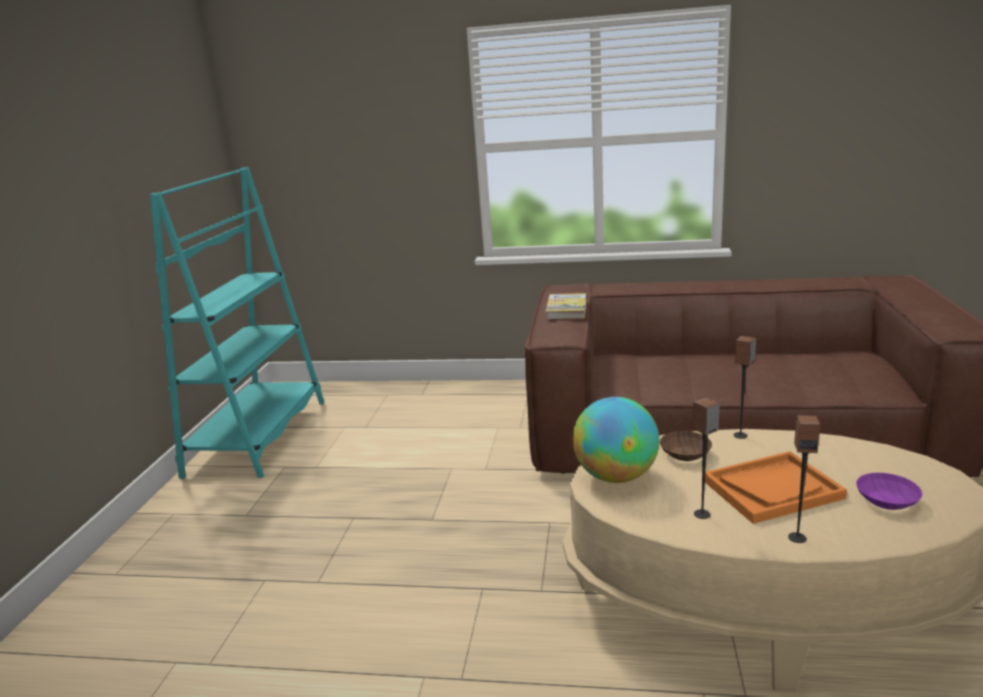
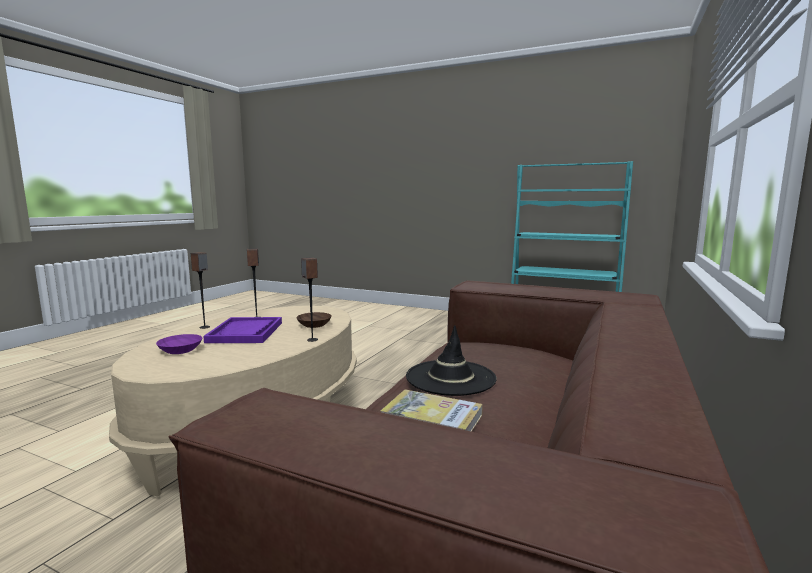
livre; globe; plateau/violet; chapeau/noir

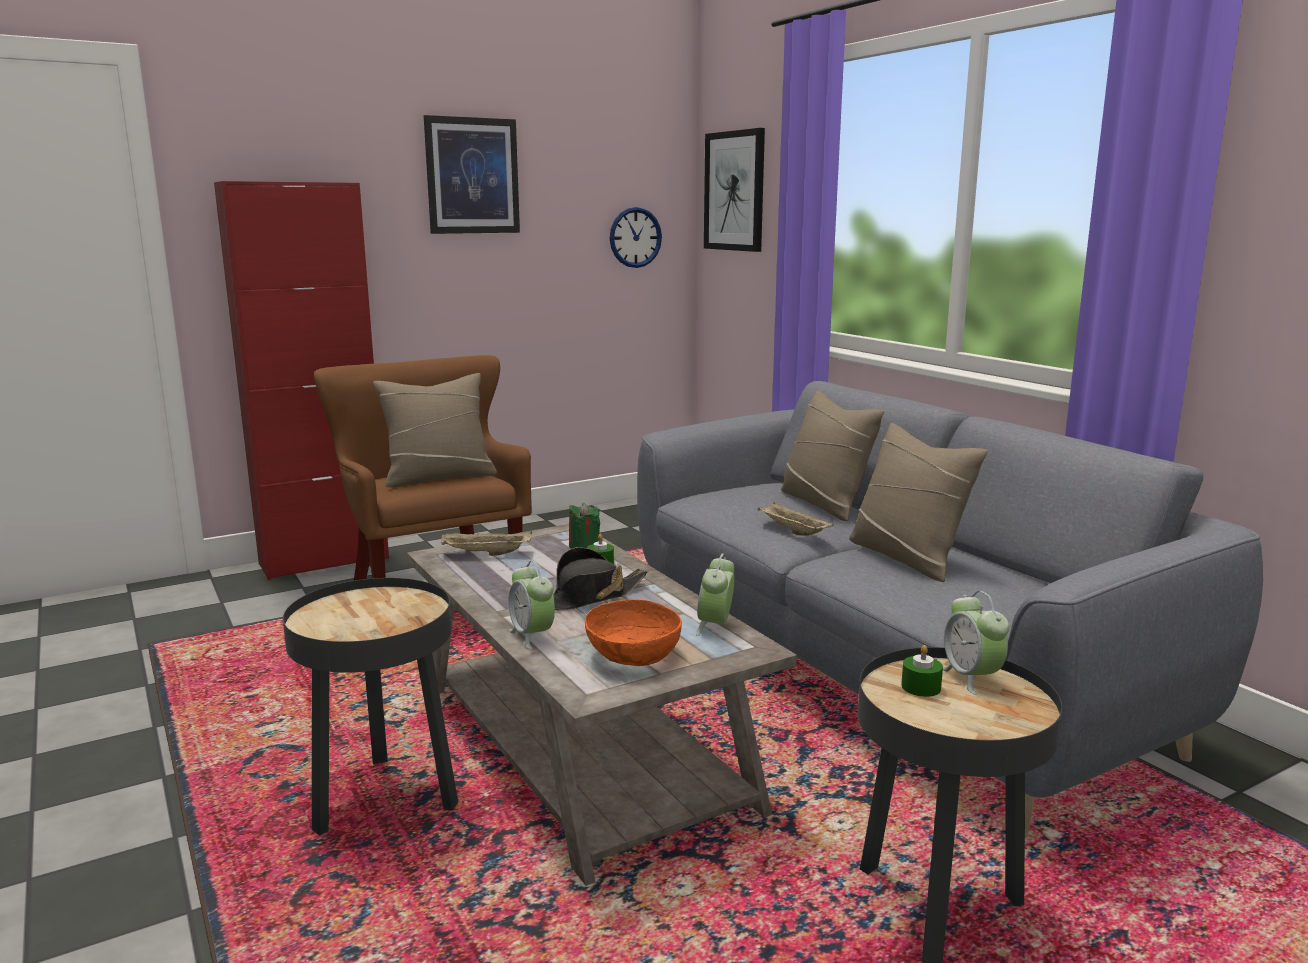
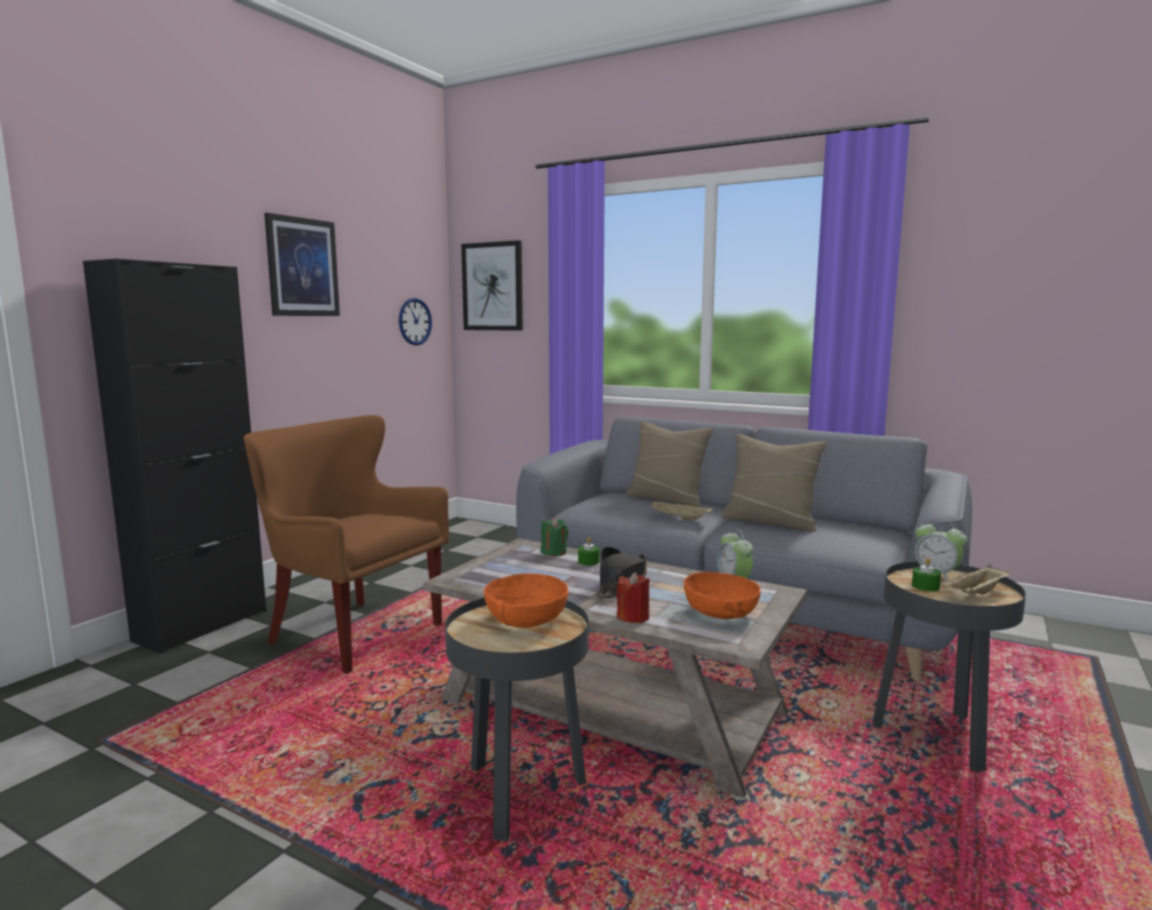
meuble de rangement/noir; coussin/beige (1st from left in the first image); plateau/beige (2nd from left); bougie/rouge; bol/orange (1st from left)

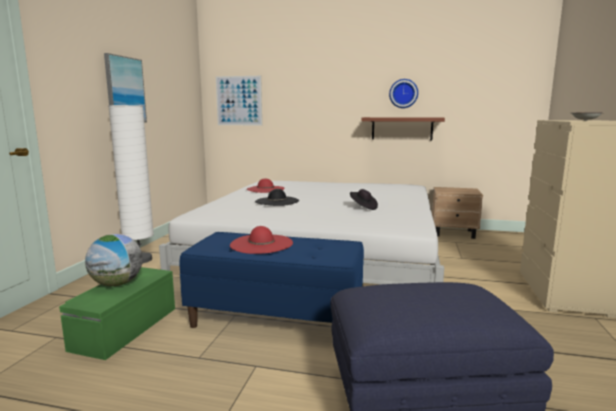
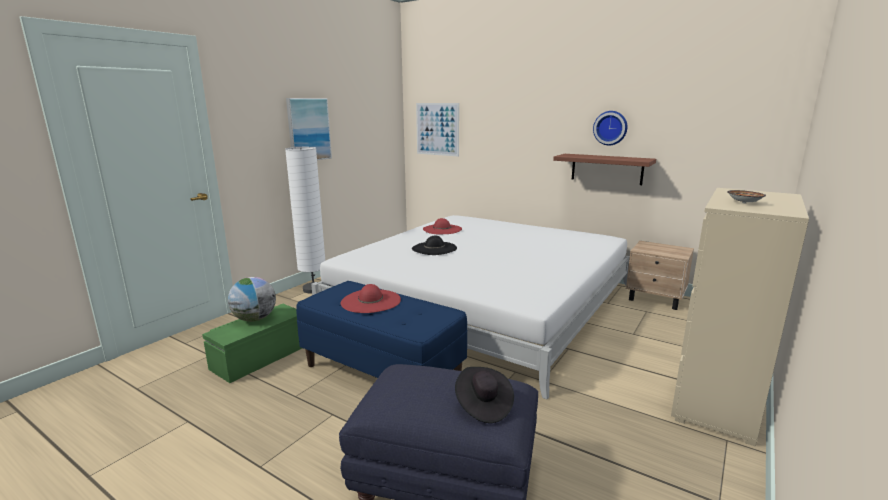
chapeau/noir (2nd from left)

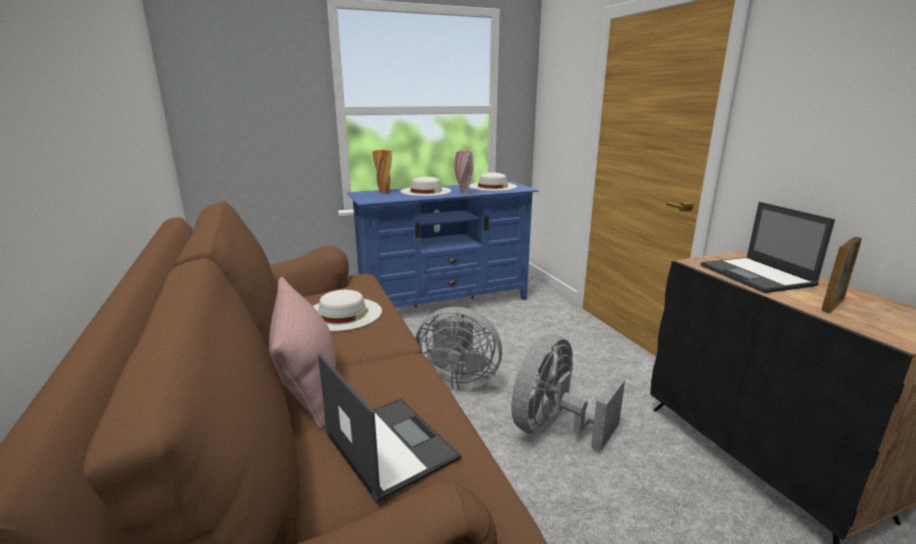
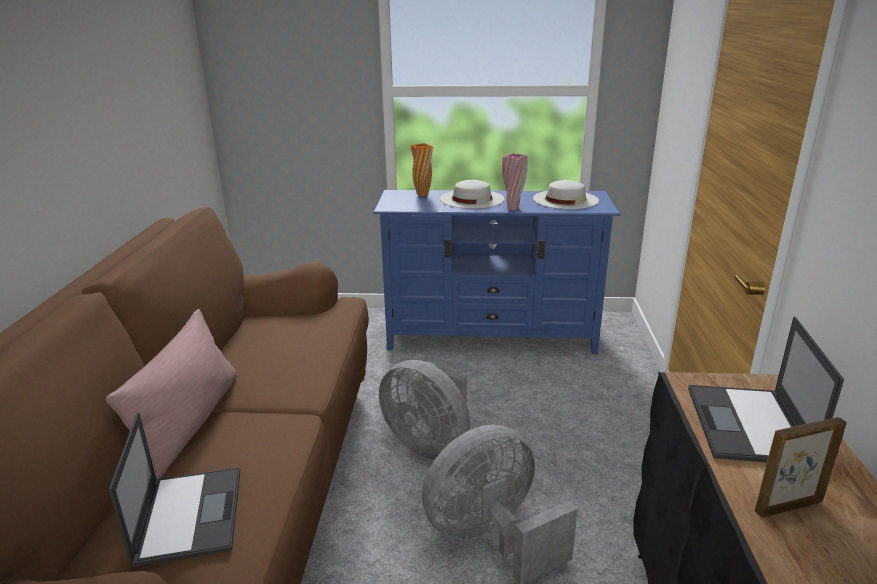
chapeau/blanc (1st from left in the first image)

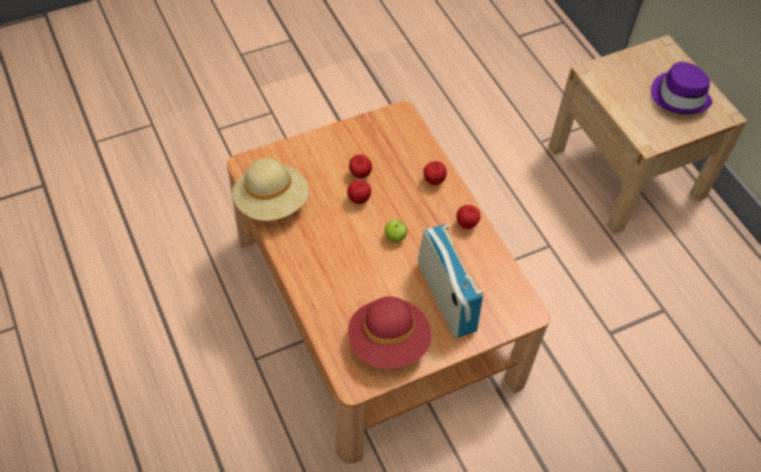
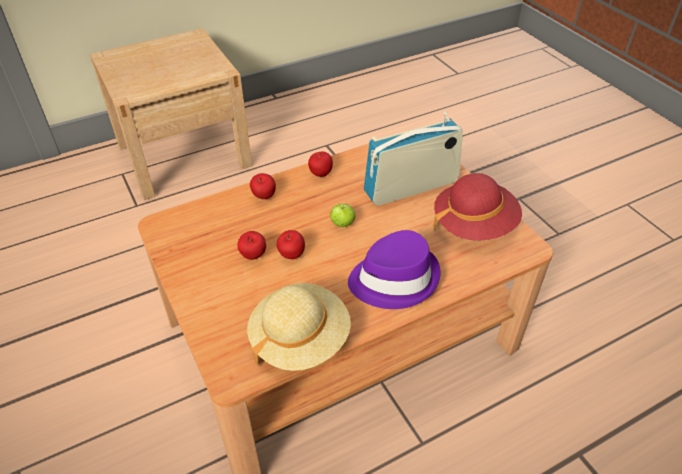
chapeau/violet

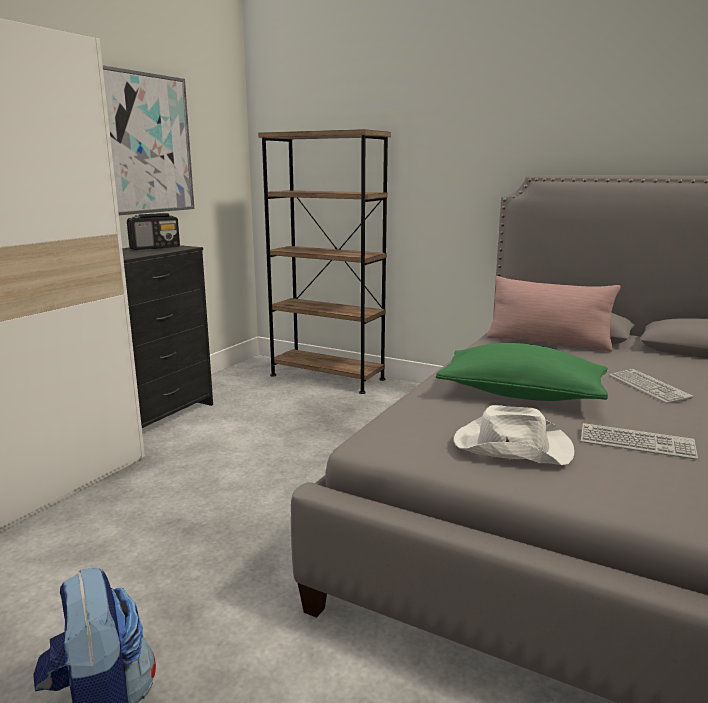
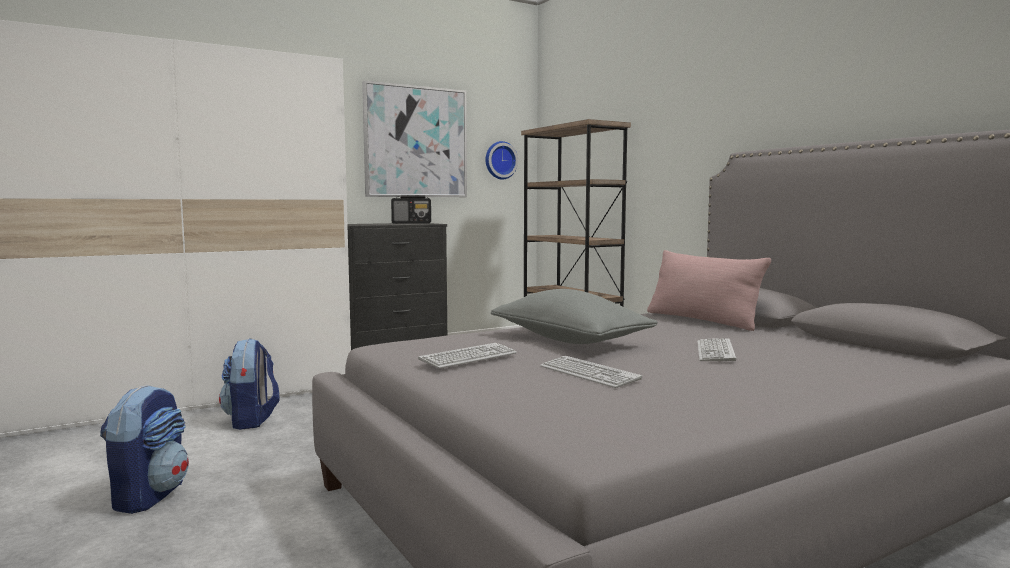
coussin/gris; clavier (1st from left); sac à dos (2nd from left); horloge murale

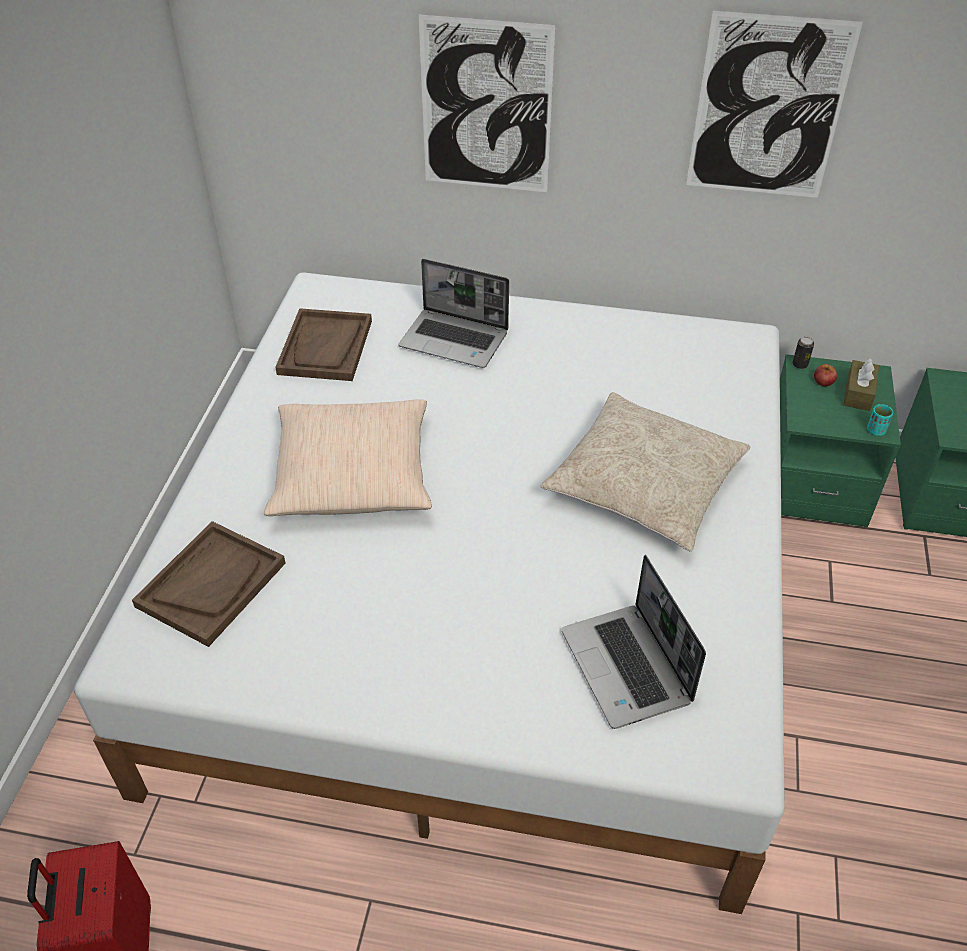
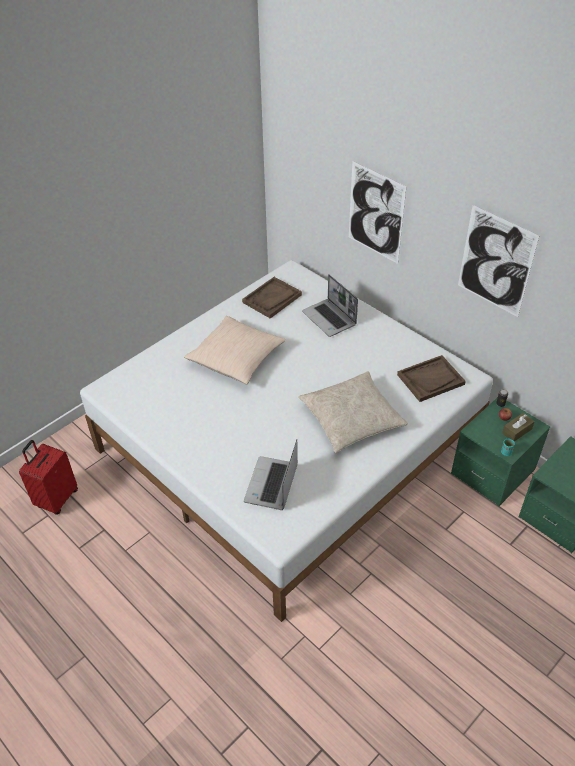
plateau/marron (2nd from left)

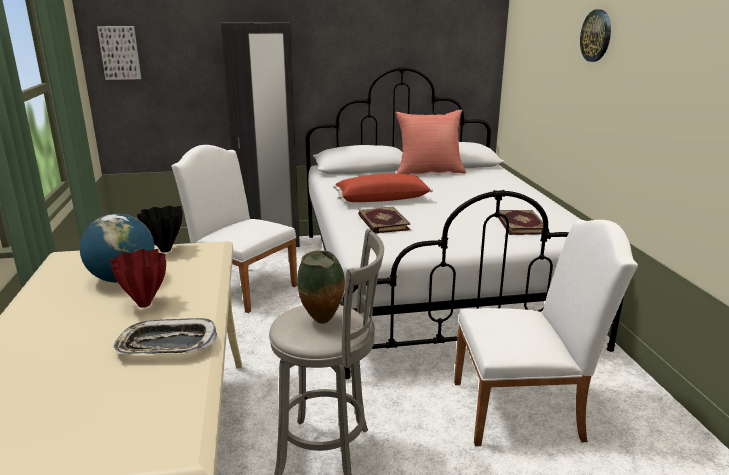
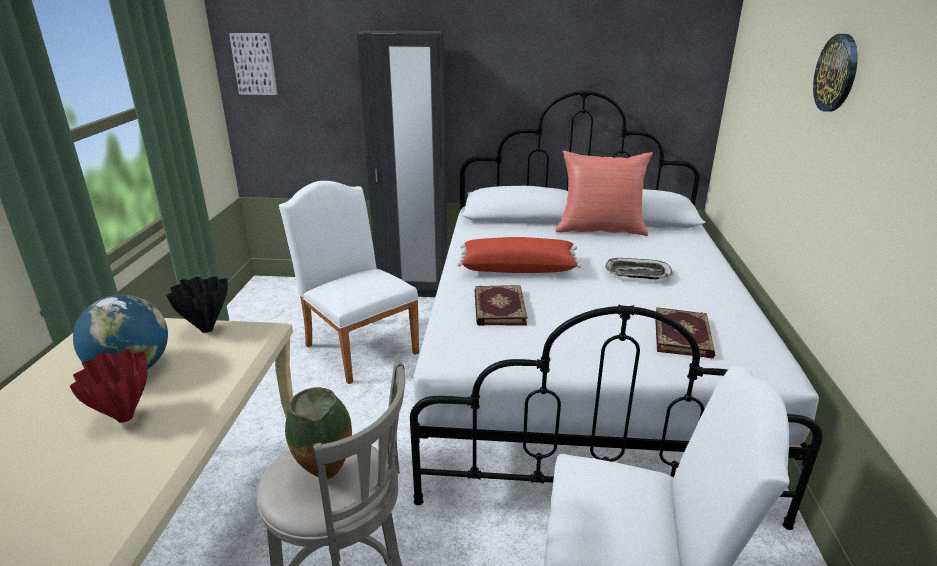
plateau

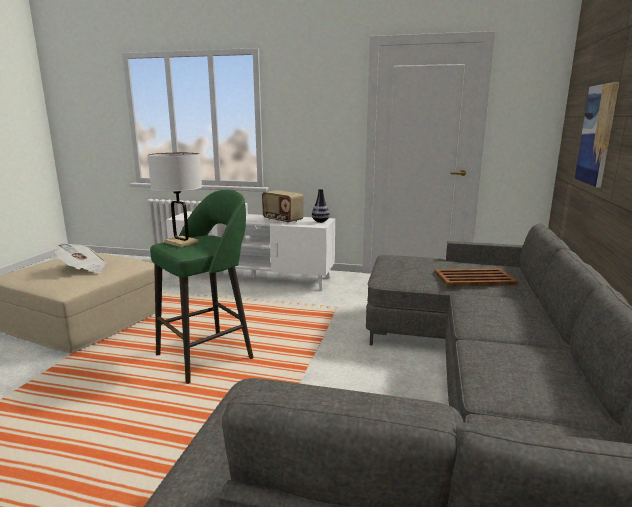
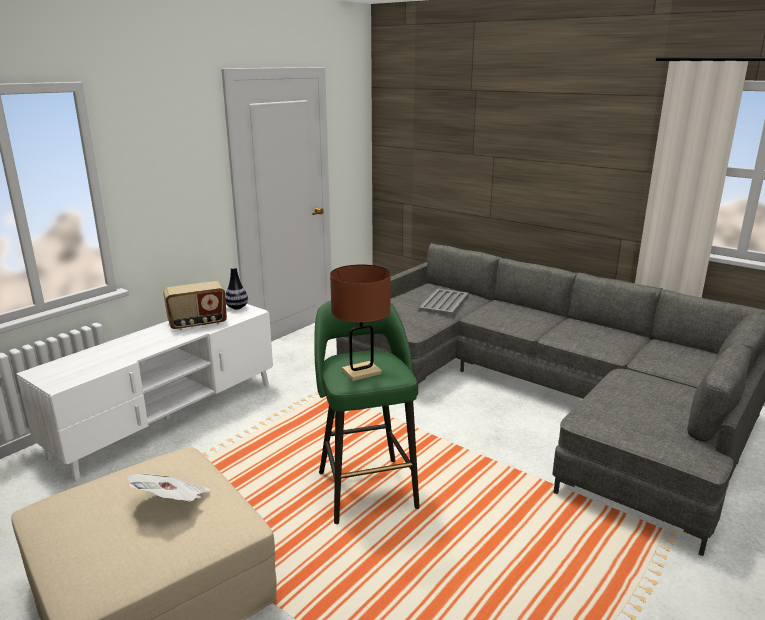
lampe de table/marron; plateau/gris; tableau

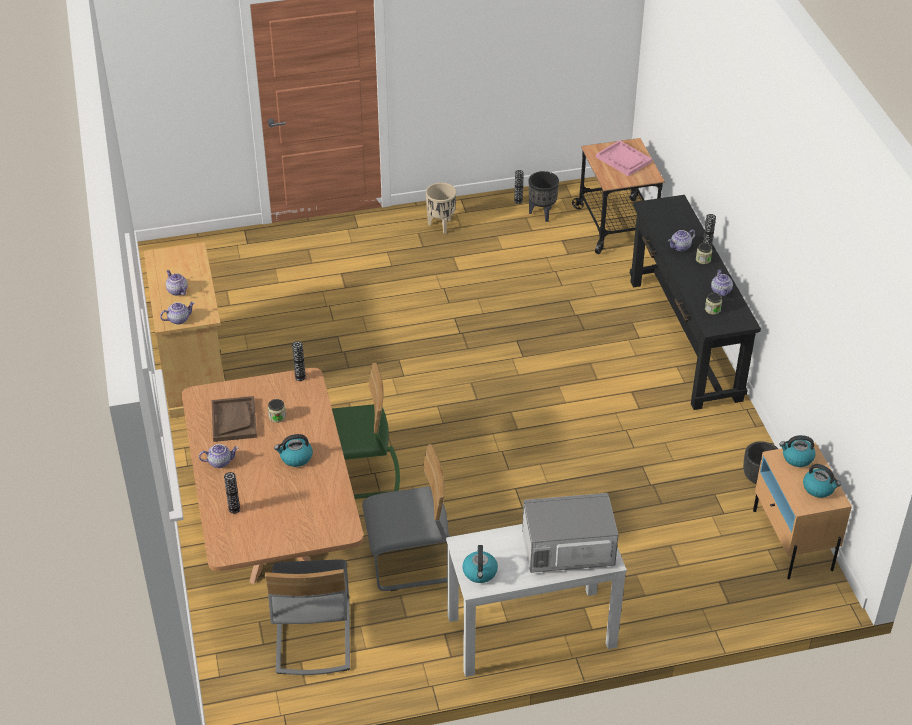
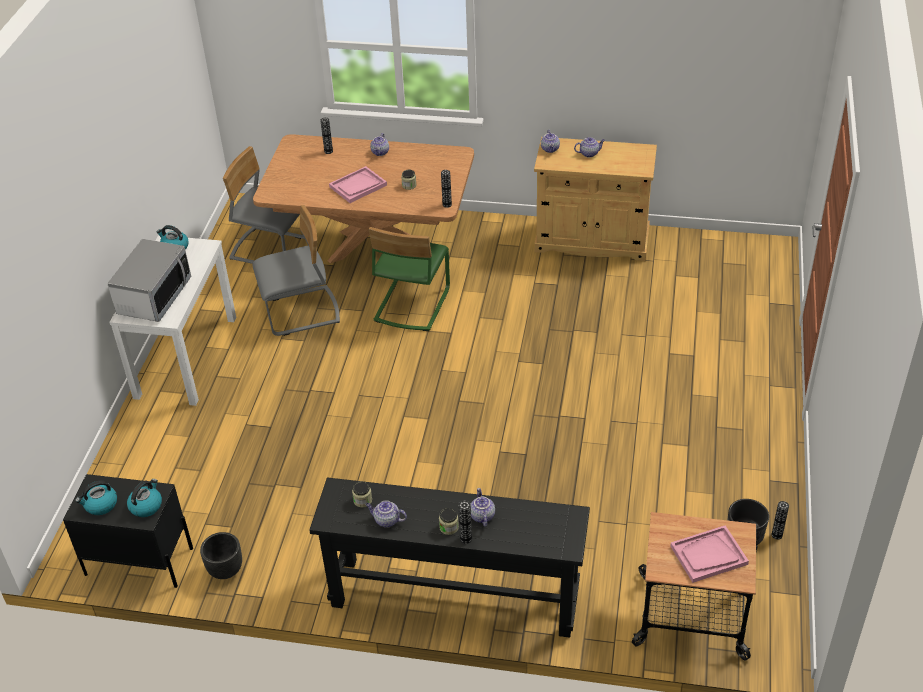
plateau/marron; plateau/rose (1st from left); chaise/gris (2nd from left); cache-pot/beige; table de chevet/noir

